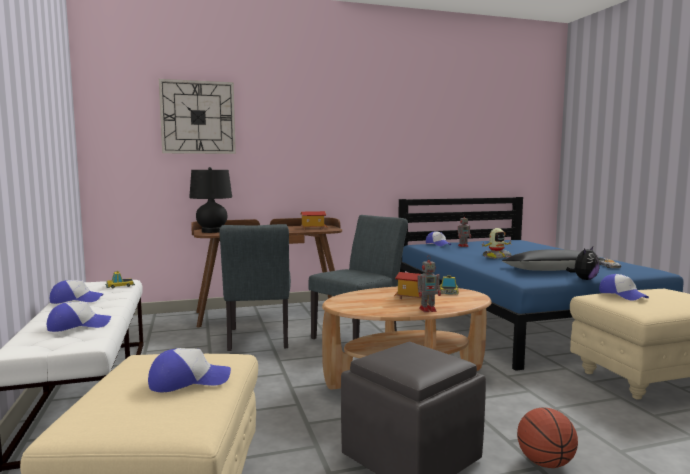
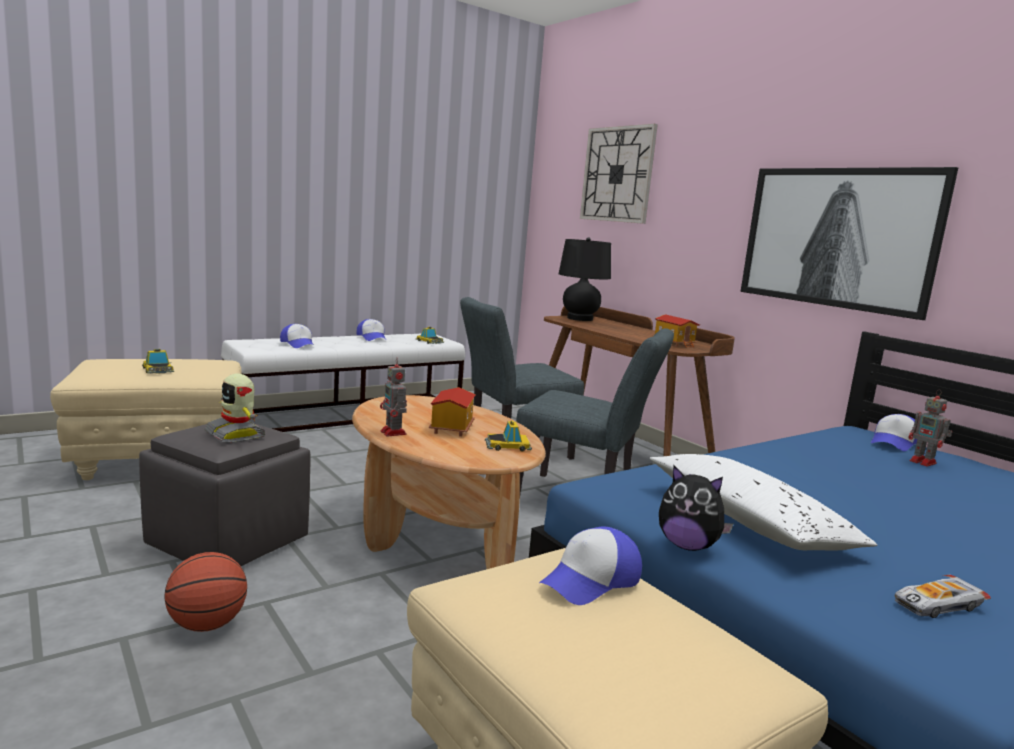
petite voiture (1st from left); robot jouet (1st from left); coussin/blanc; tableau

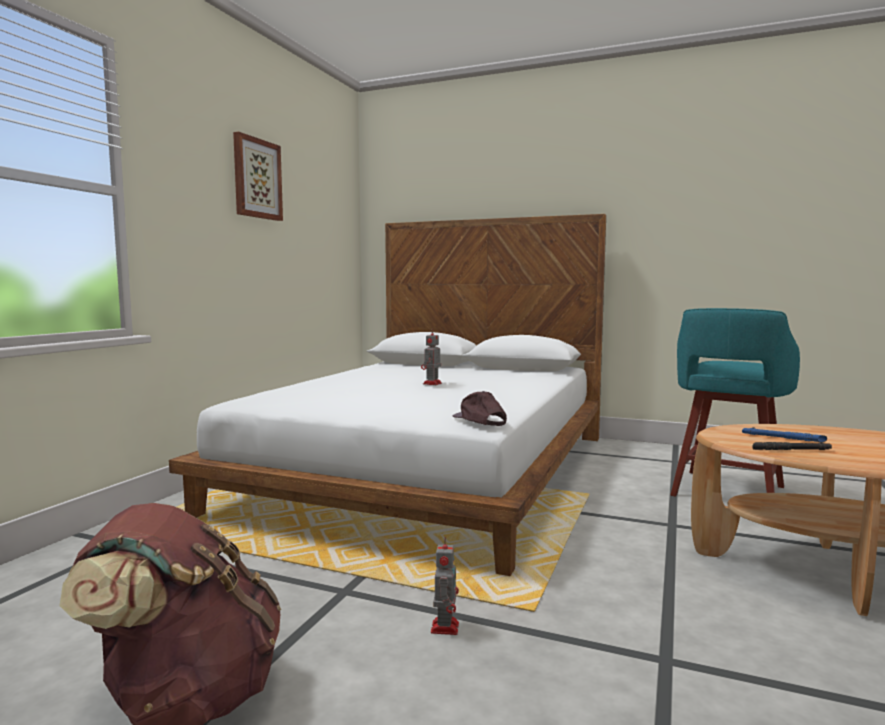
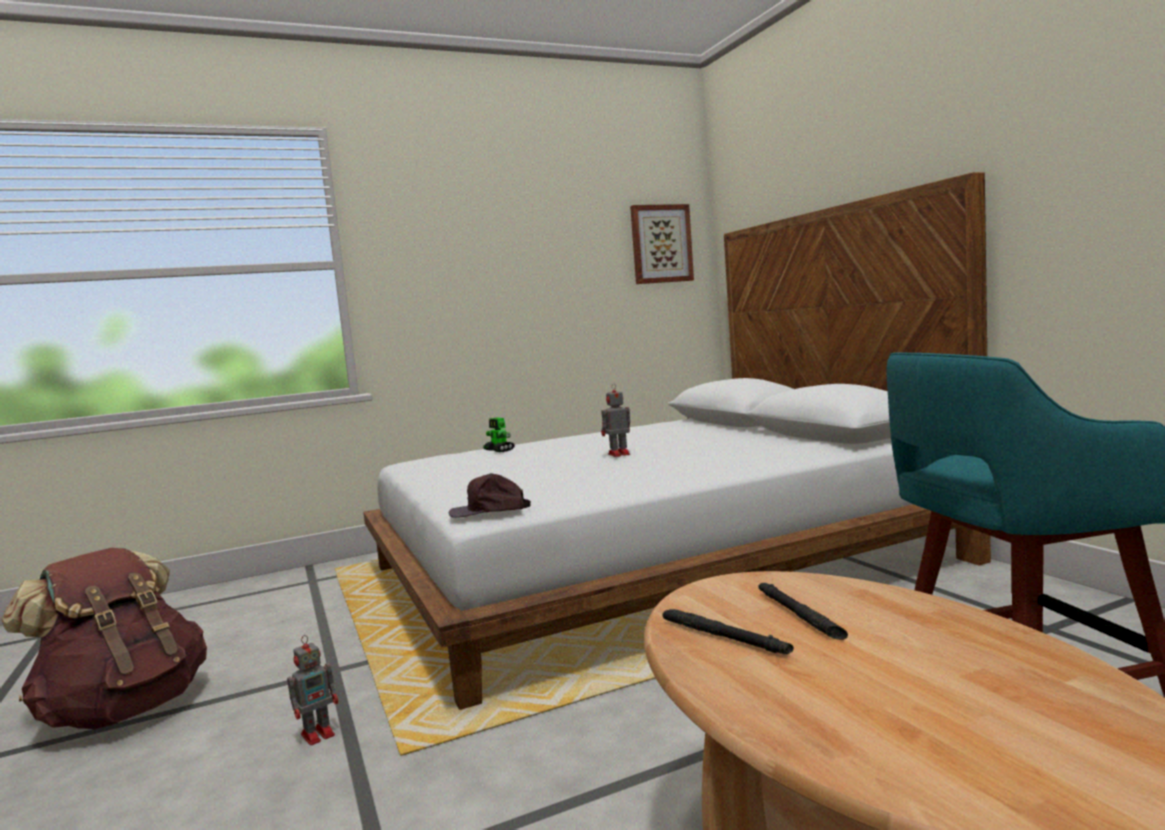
tableau; casquette/marron; lampe de poche/noir (2nd from left); robot jouet (2nd from left)

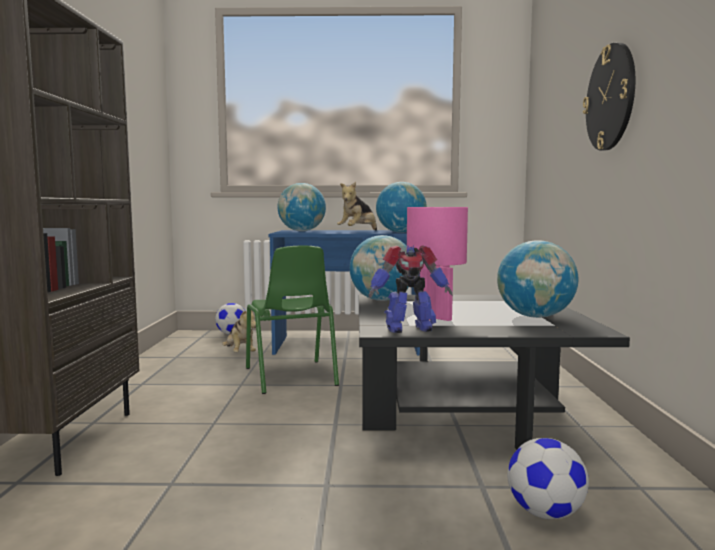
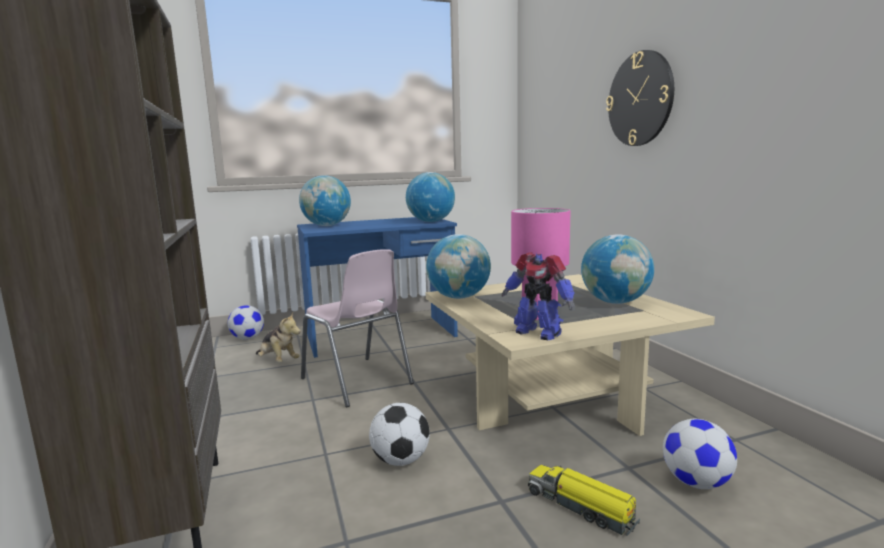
chaise/rose; peluche (2nd from left in the first image); table basse/beige; robot jouet; ballon de foot (2nd from left); camion jouet

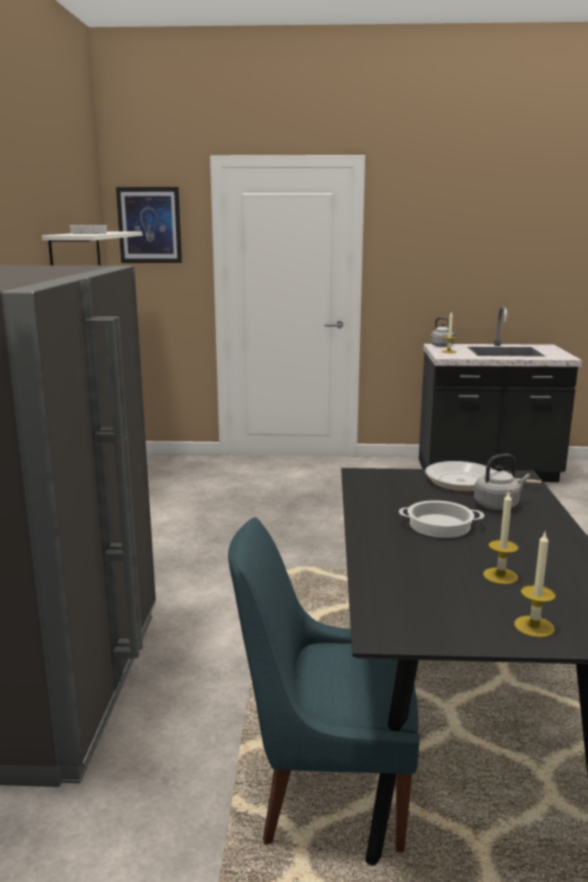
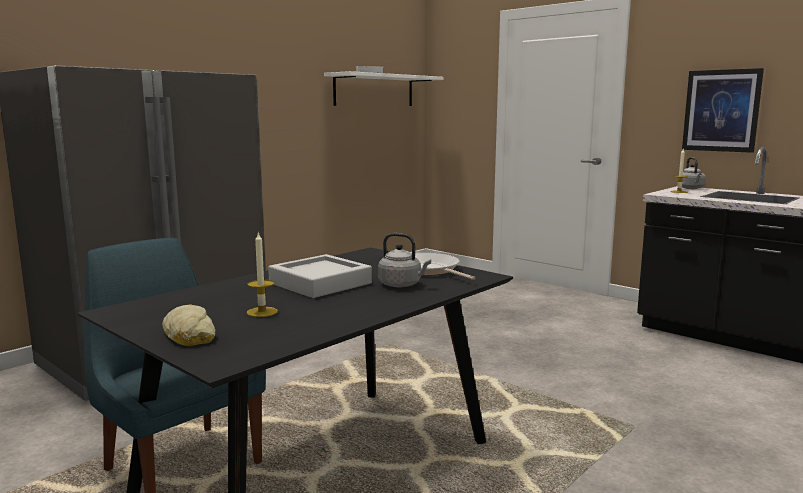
tableau; plateau/gris; pain

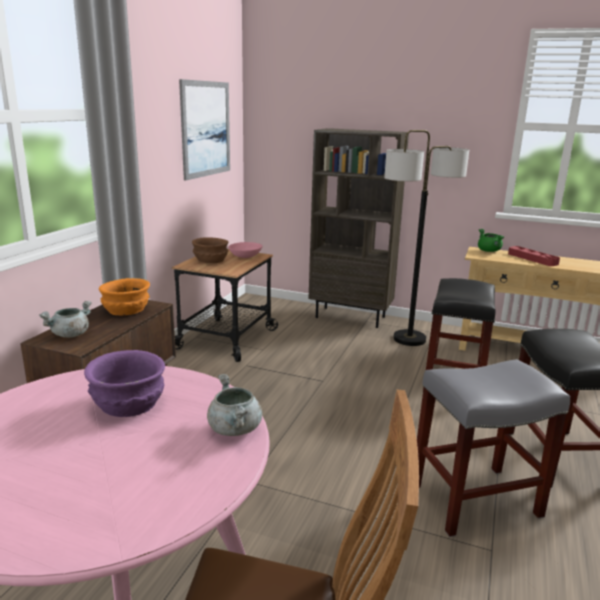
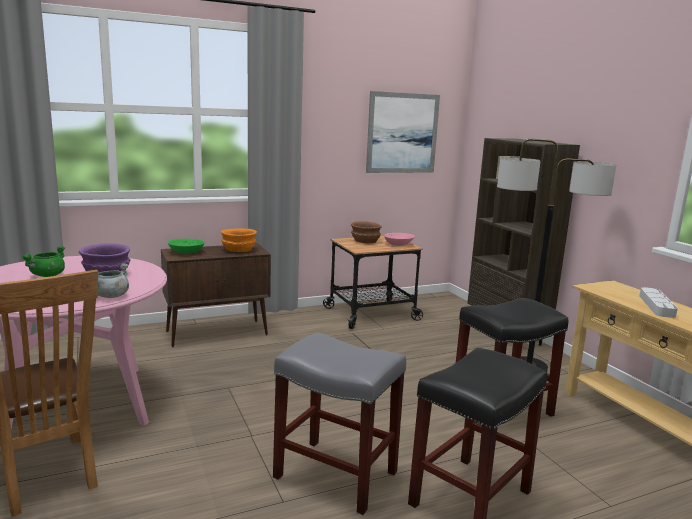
bol/vert; marmite/vert; plateau/gris

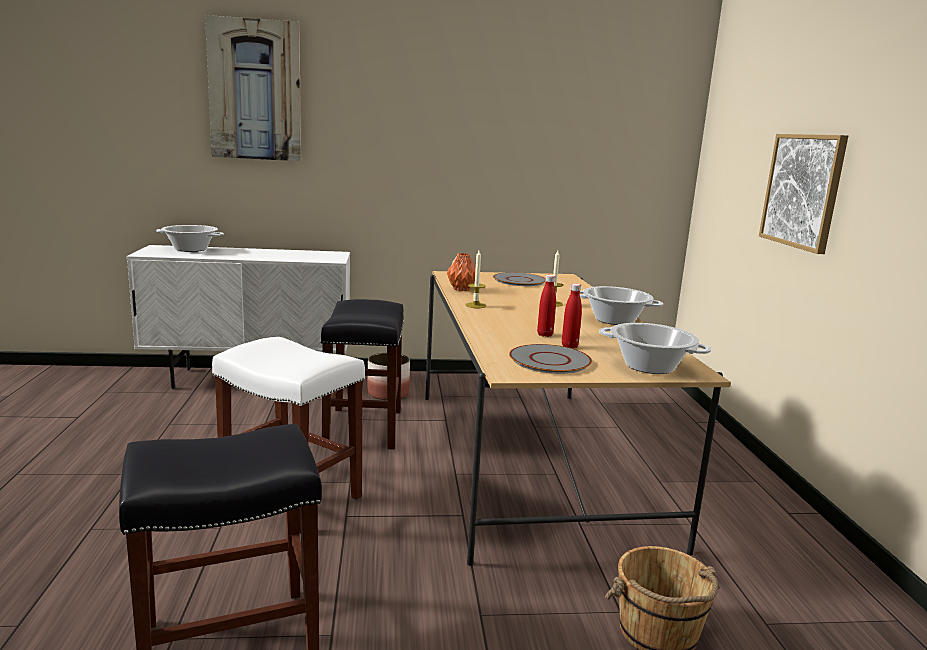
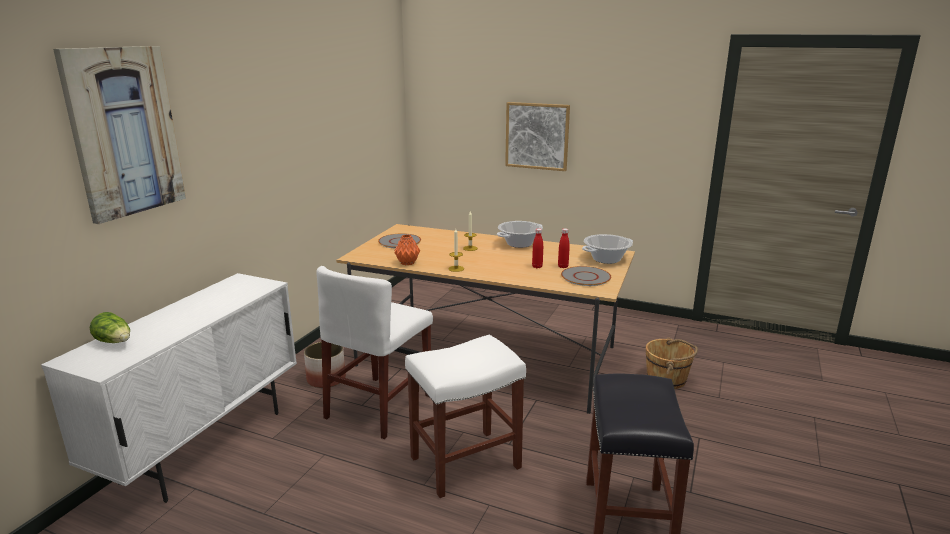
laitue; chaise/blanc

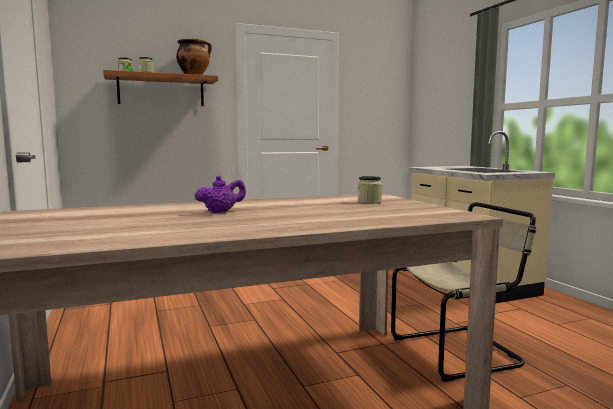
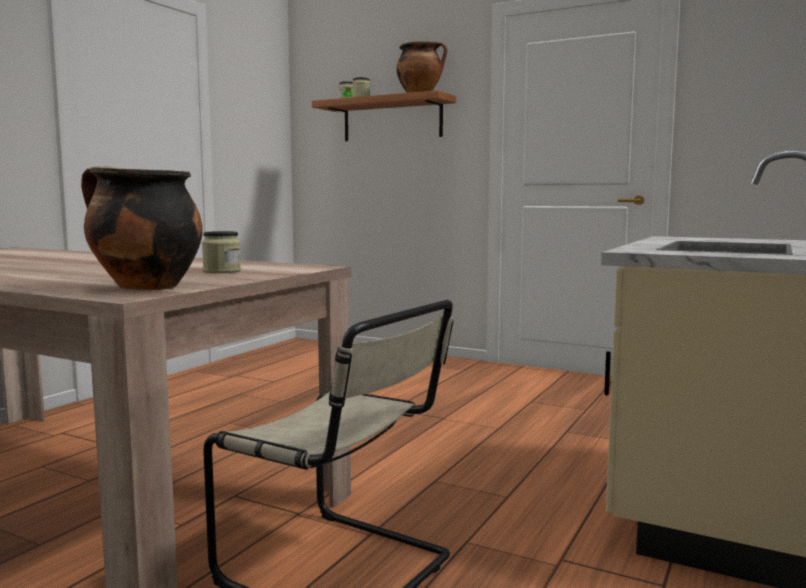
théière/violet; marmite (1st from left)

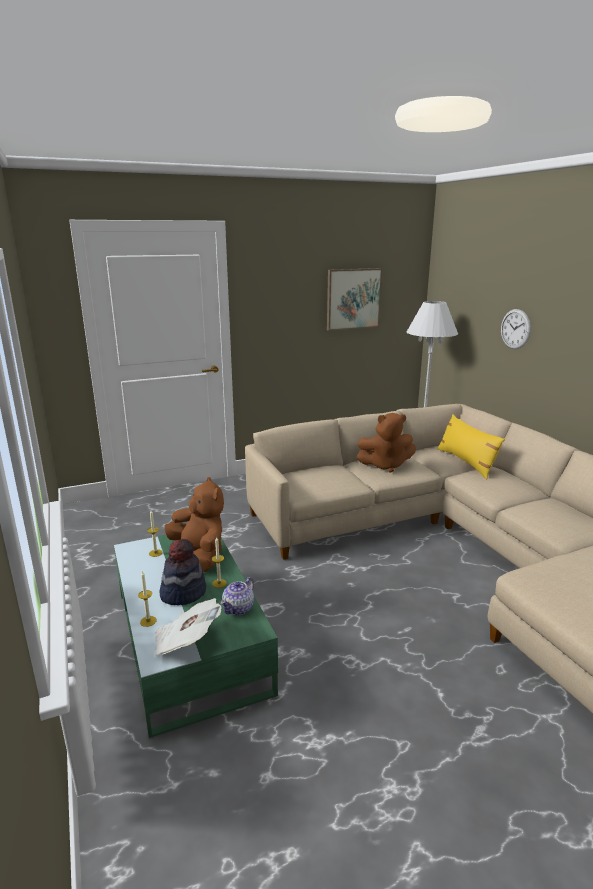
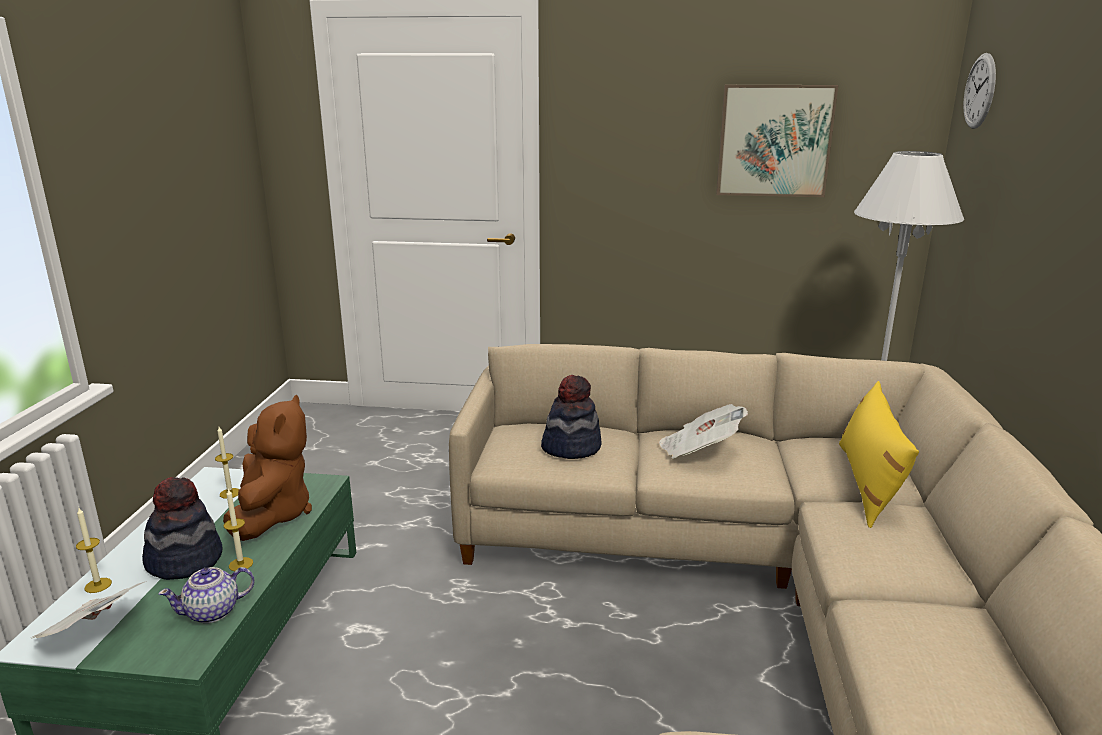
journal (2nd from left); horloge murale; chapeau (2nd from left)

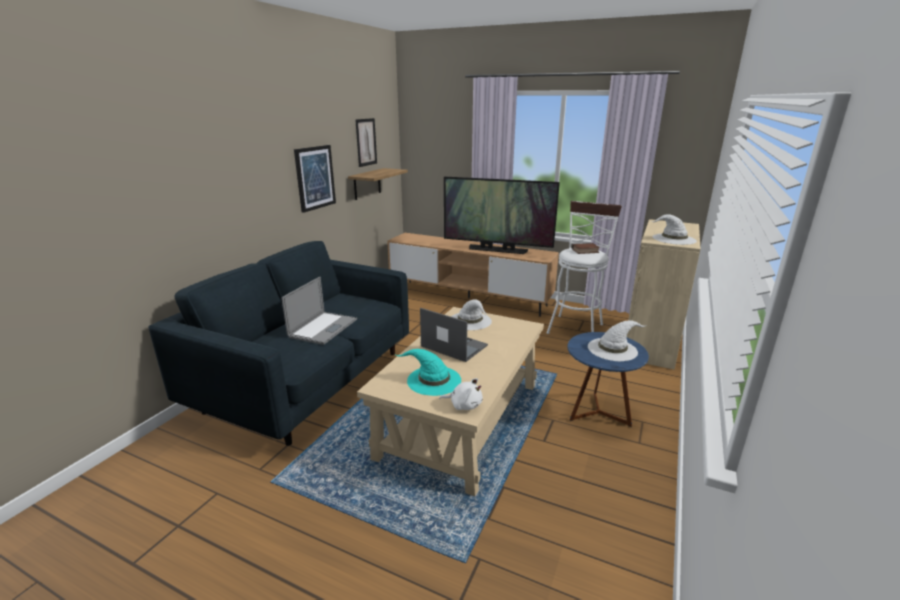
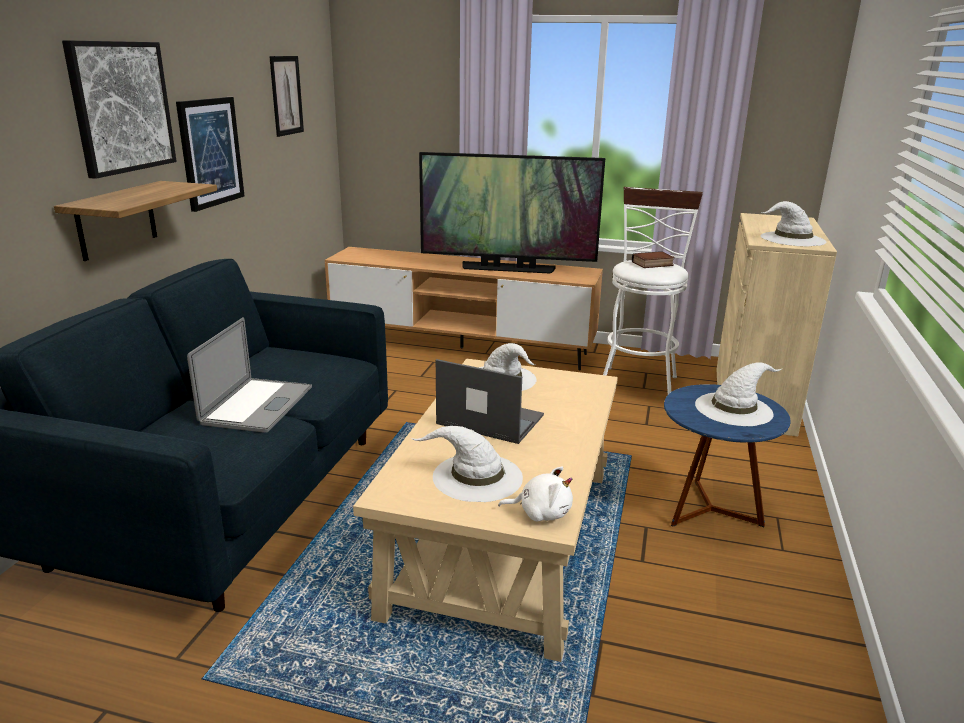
étagère; chapeau/blanc (1st from left); tableau (1st from left)

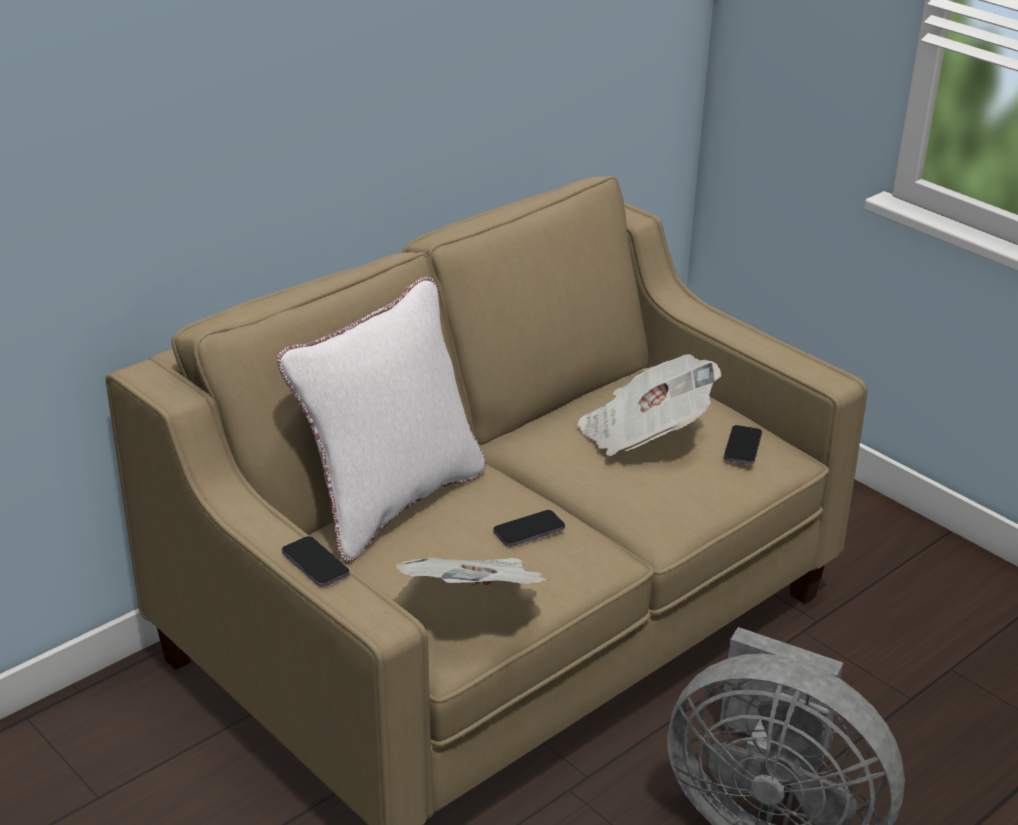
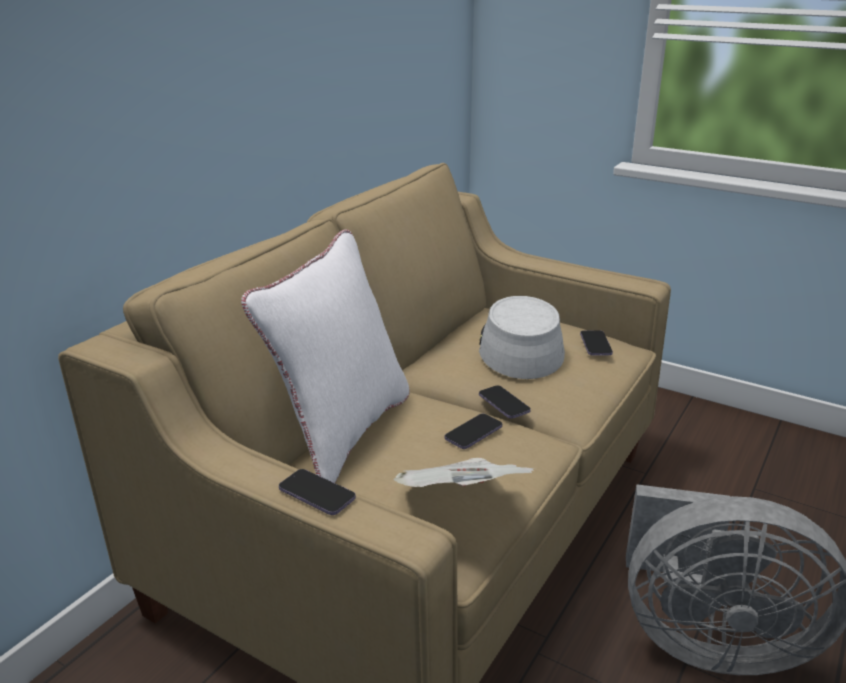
chapeau/gris; téléphone (3rd from left)

